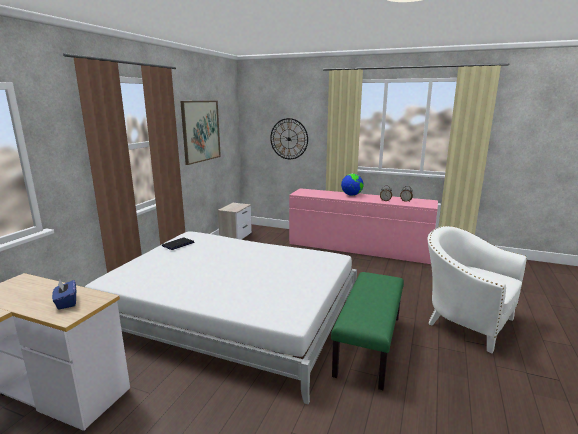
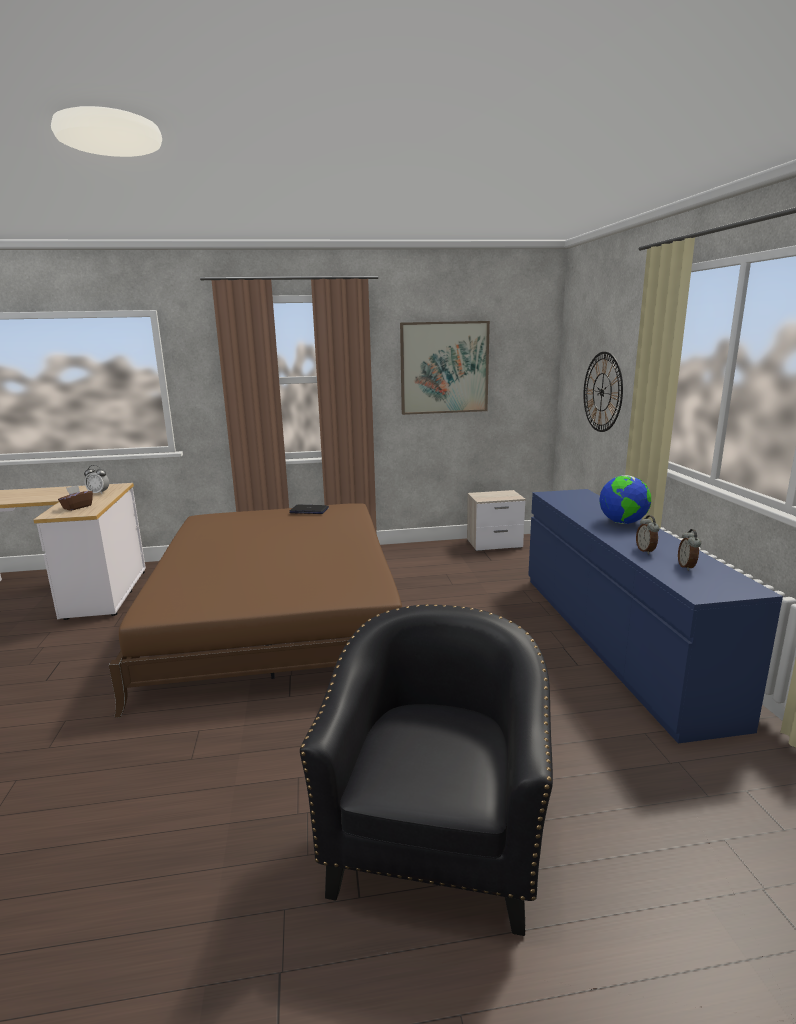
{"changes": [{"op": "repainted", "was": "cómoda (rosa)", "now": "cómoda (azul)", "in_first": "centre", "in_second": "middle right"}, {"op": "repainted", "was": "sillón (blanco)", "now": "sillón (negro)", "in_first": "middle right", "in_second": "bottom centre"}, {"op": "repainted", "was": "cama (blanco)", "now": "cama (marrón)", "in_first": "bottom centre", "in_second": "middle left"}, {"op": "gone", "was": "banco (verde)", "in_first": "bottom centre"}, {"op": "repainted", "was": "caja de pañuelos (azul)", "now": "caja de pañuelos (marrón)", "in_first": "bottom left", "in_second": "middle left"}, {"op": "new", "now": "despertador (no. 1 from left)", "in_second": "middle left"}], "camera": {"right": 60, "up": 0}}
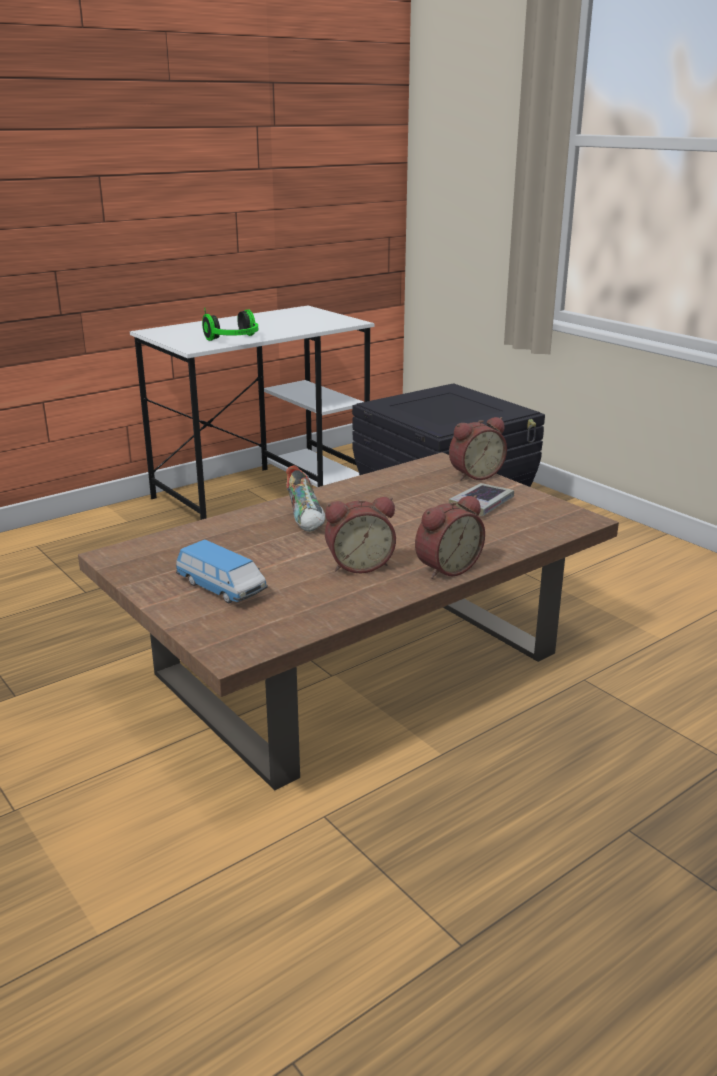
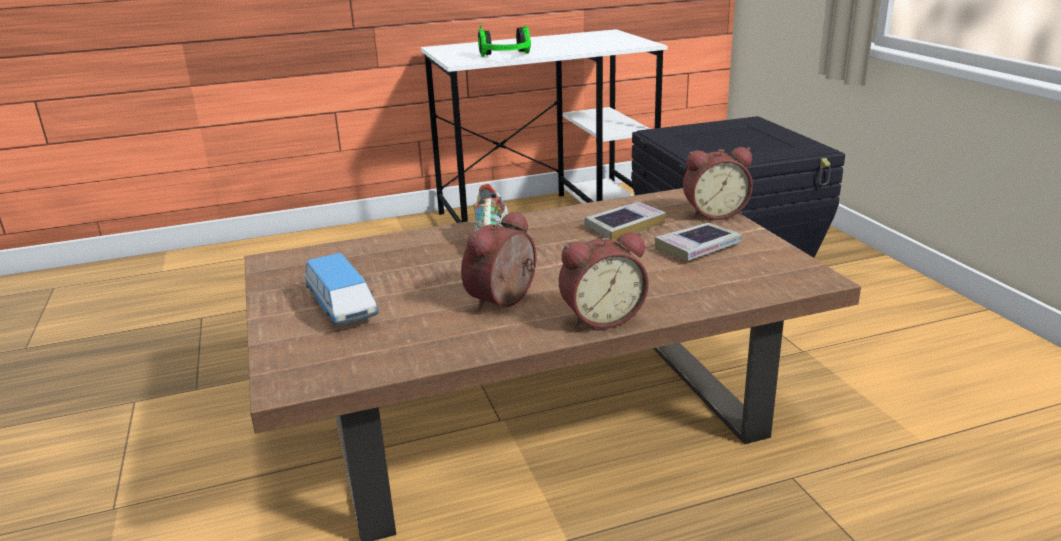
{"changes": [{"op": "rotated", "was": "despertador (no. 1 from left)", "in_first": "centre", "in_second": "centre", "clockwise": 120}, {"op": "new", "now": "libro (no. 1 from left)", "in_second": "centre"}], "camera": {"right": 20, "up": 0}}
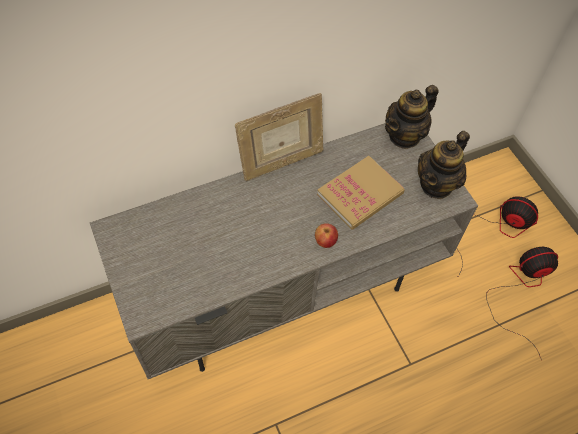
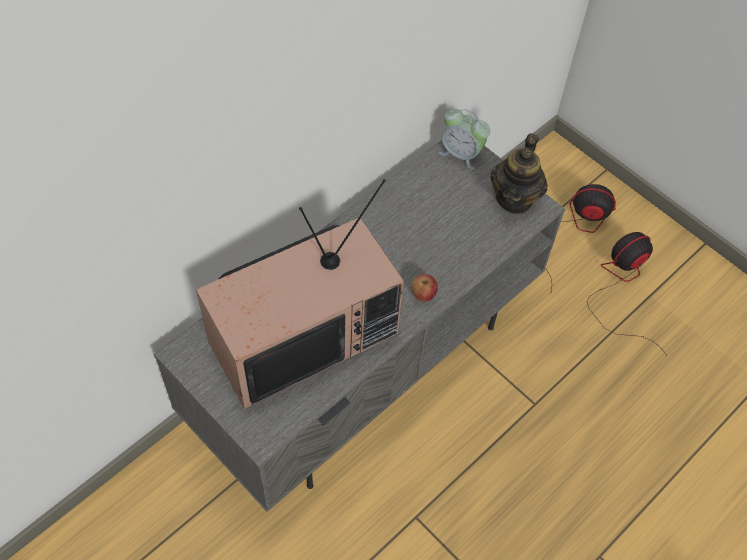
{"changes": [{"op": "swapped", "was": "tetera (no. 1 from left)", "now": "despertador", "in_first": "top right", "in_second": "top centre"}, {"op": "gone", "was": "portarretratos", "in_first": "top centre"}, {"op": "gone", "was": "libro", "in_first": "centre"}, {"op": "new", "now": "televisor", "in_second": "centre"}], "camera": {"right": -20, "up": 0}}
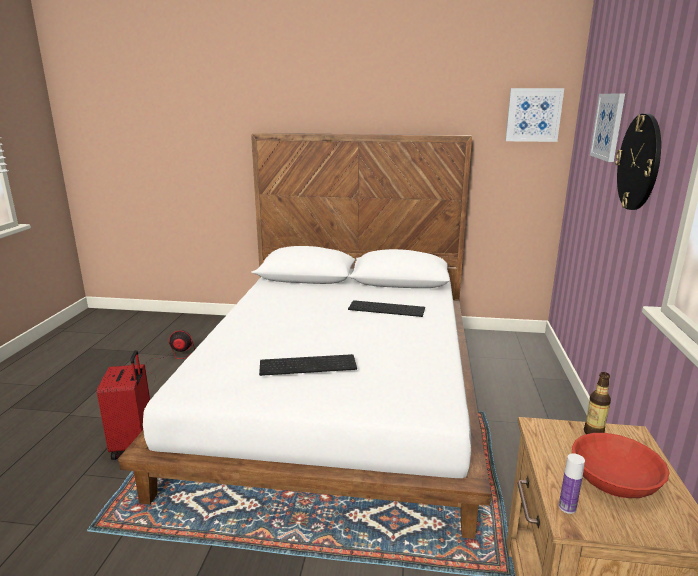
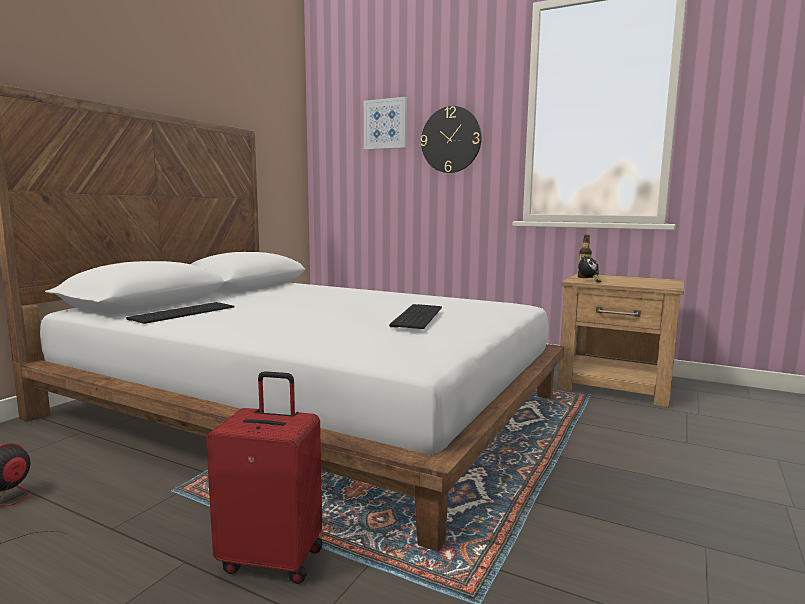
{"changes": [{"op": "gone", "was": "cuadro (no. 1 from left)", "in_first": "top right"}, {"op": "shifted", "was": "teclado (no. 2 from left in the first image)", "now": "teclado (no. 1 from left)", "in_first": "centre", "in_second": "middle left"}, {"op": "gone", "was": "cuenco (rojo)", "in_first": "bottom right"}, {"op": "gone", "was": "botella (no. 1 from left)", "in_first": "bottom right"}, {"op": "new", "now": "despertador", "in_second": "middle right"}], "camera": {"right": -70, "up": -10}}
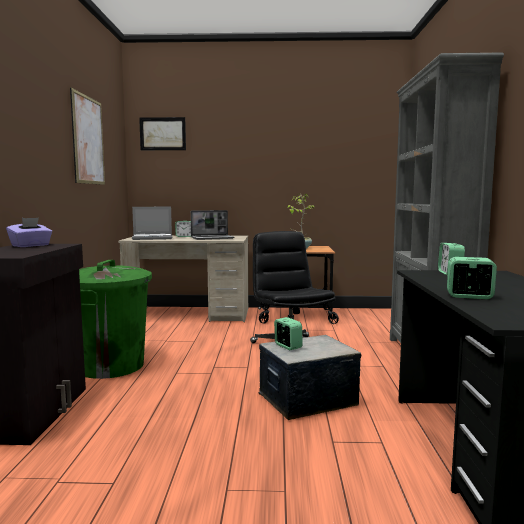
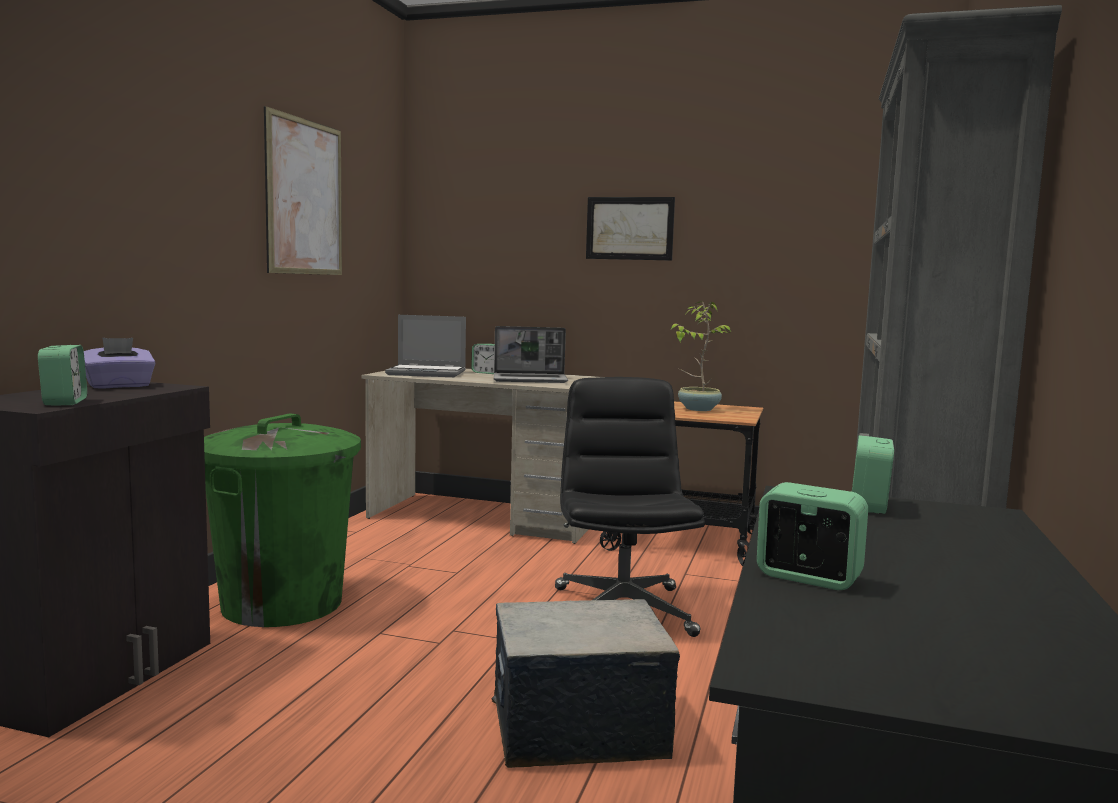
{"changes": [{"op": "shifted", "was": "cuadro (no. 2 from left)", "in_first": "top left", "in_second": "top centre"}, {"op": "shifted", "was": "despertador (no. 2 from left in the first image)", "now": "despertador (no. 1 from left)", "in_first": "centre", "in_second": "middle left"}], "camera": {"right": 15, "up": 0}}
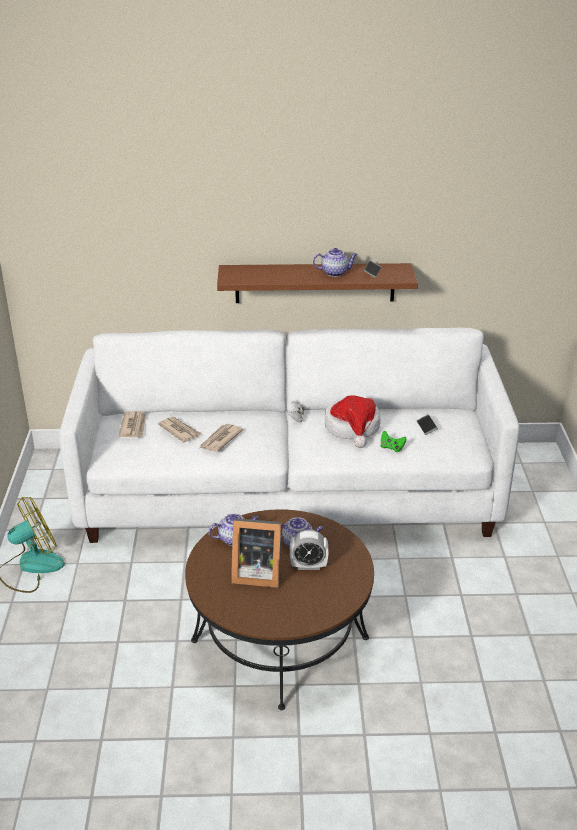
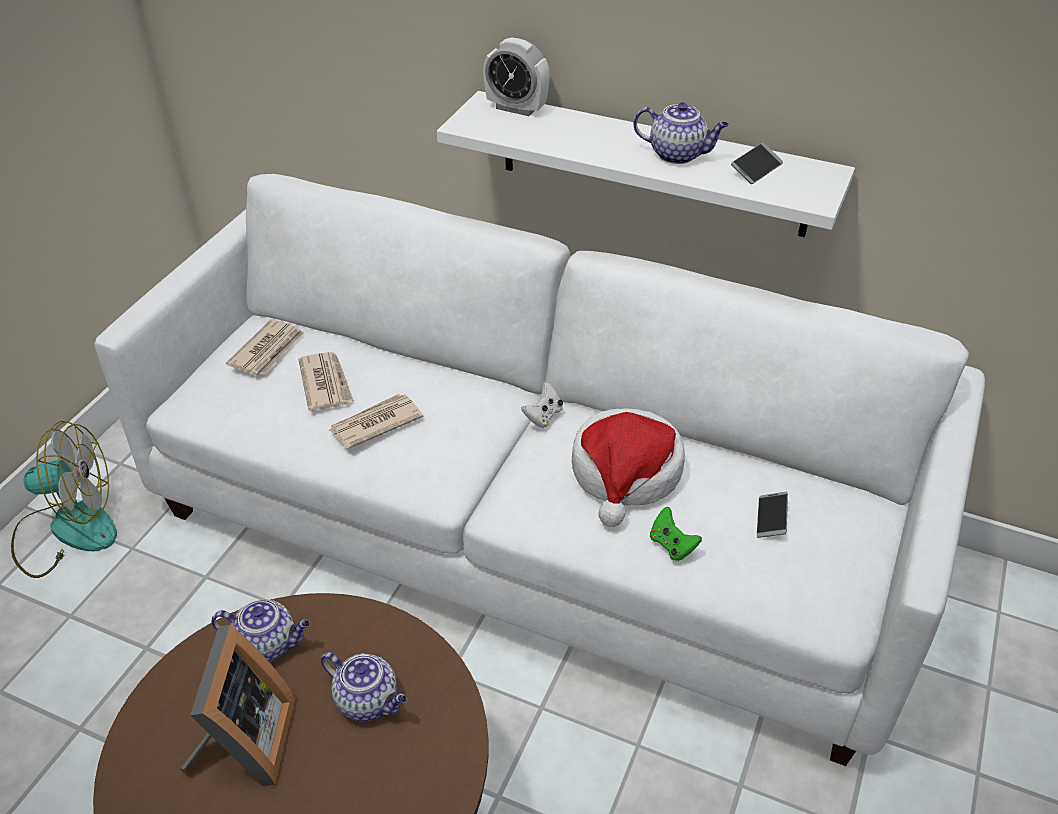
{"changes": [{"op": "repainted", "was": "estante (marrón)", "now": "estante (blanco)", "in_first": "centre", "in_second": "top centre"}, {"op": "rotated", "was": "portarretratos", "in_first": "centre", "in_second": "bottom left", "clockwise": -120}, {"op": "shifted", "was": "despertador", "in_first": "centre", "in_second": "top centre"}], "camera": {"right": 25, "up": 10}}
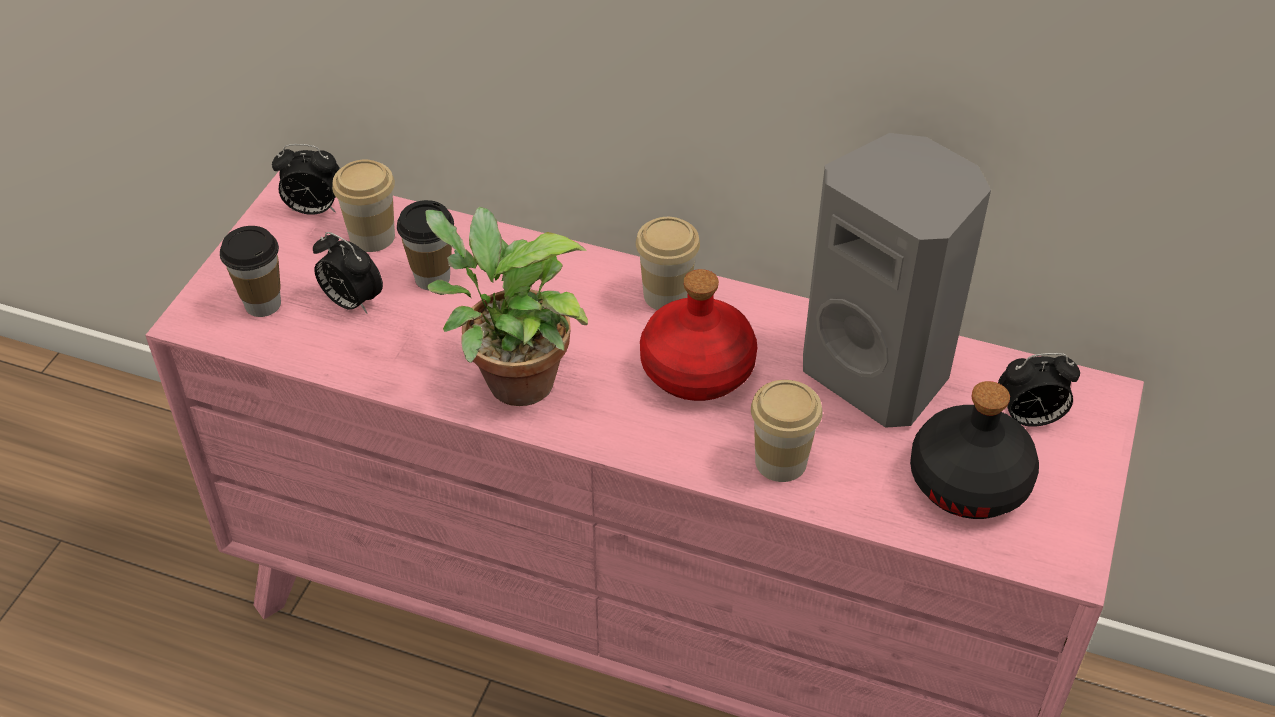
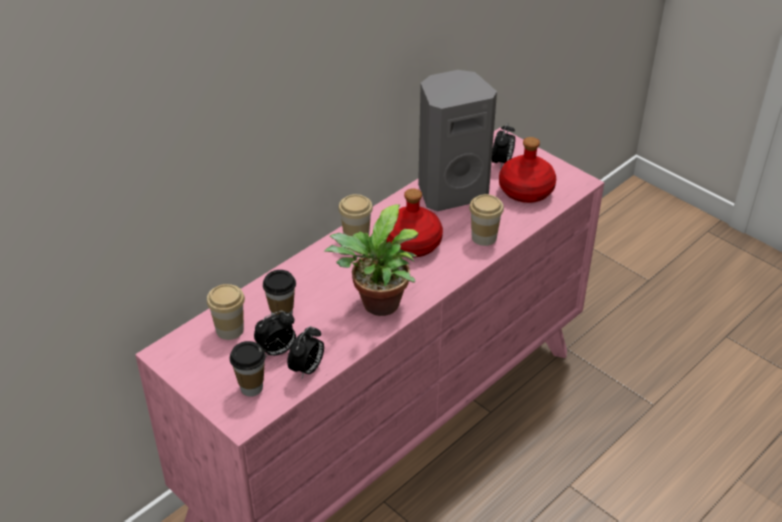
{"changes": [{"op": "shifted", "was": "despertador (no. 1 from left in the first image)", "now": "despertador (no. 2 from left)", "in_first": "top left", "in_second": "bottom centre"}, {"op": "repainted", "was": "botella (negro)", "now": "botella (rojo) (no. 2 from left)", "in_first": "middle right", "in_second": "top right"}], "camera": {"right": -65, "up": -5}}
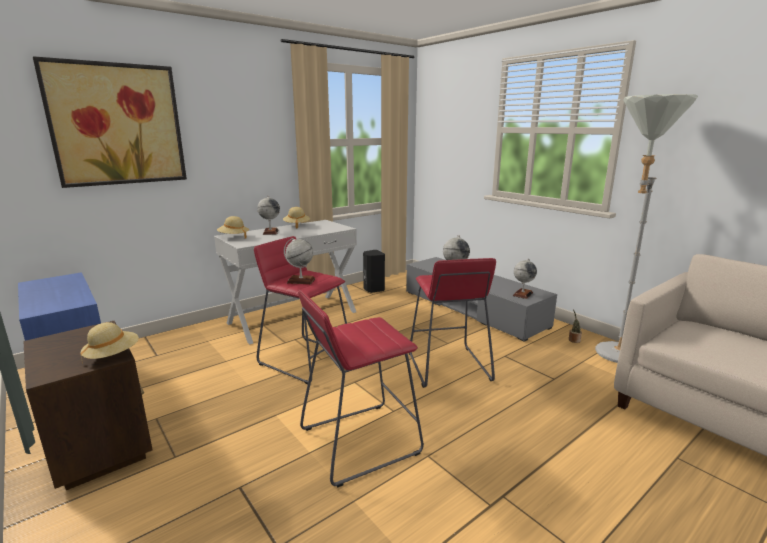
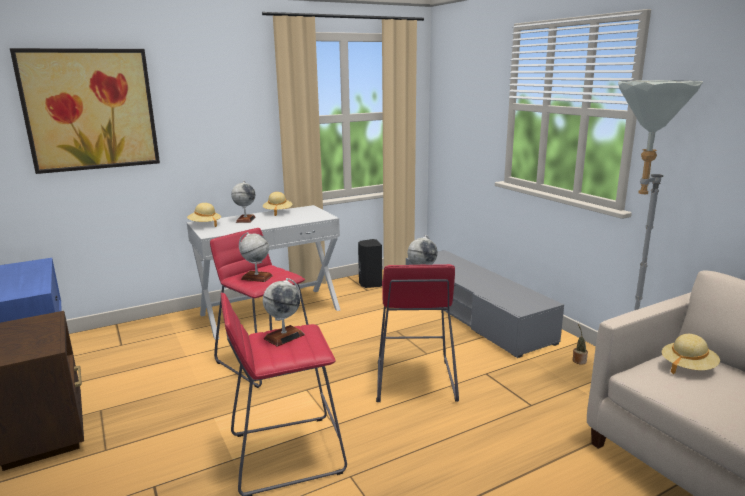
{"changes": [{"op": "shifted", "was": "globo terráqueo (no. 4 from left in the first image)", "now": "globo terráqueo (no. 3 from left)", "in_first": "middle right", "in_second": "centre"}, {"op": "shifted", "was": "sombrero (beis) (no. 1 from left in the first image)", "now": "sombrero (beis) (no. 3 from left)", "in_first": "middle left", "in_second": "bottom right"}], "camera": {"right": 10, "up": 0}}
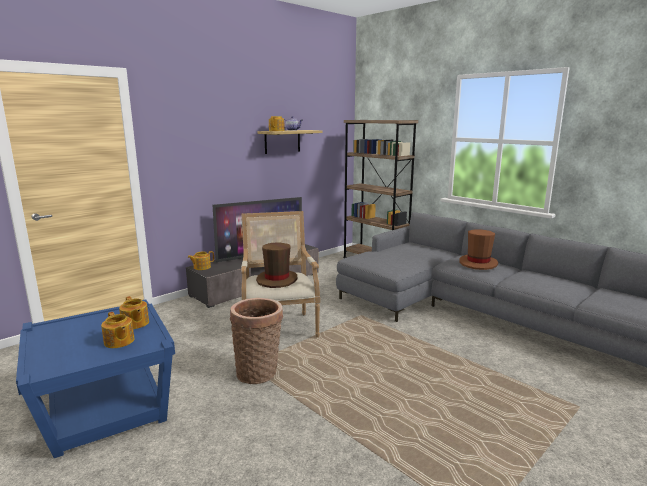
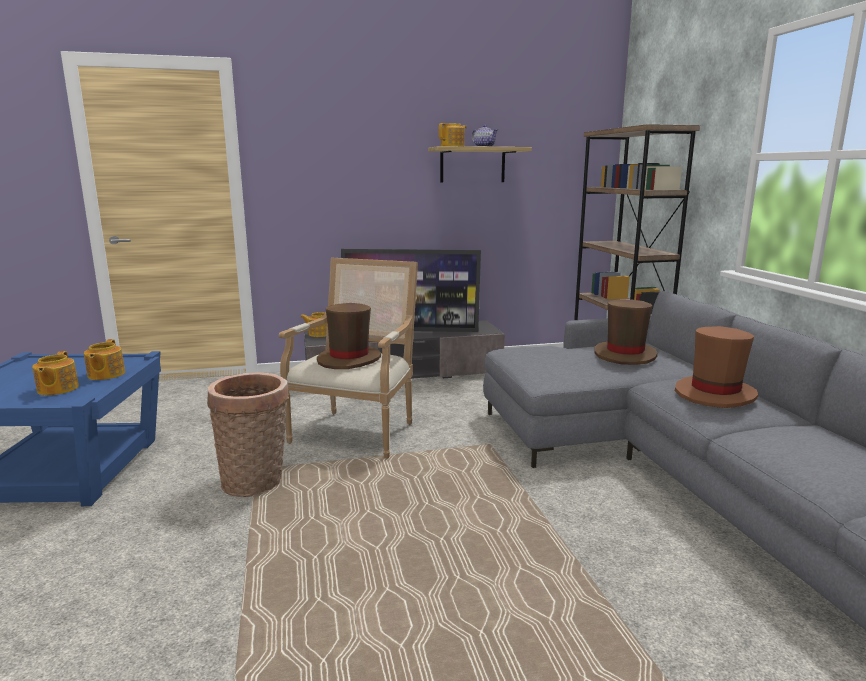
{"changes": [{"op": "new", "now": "sombrero (marrón) (no. 2 from left)", "in_second": "middle right"}], "camera": {"right": 30, "up": 0}}
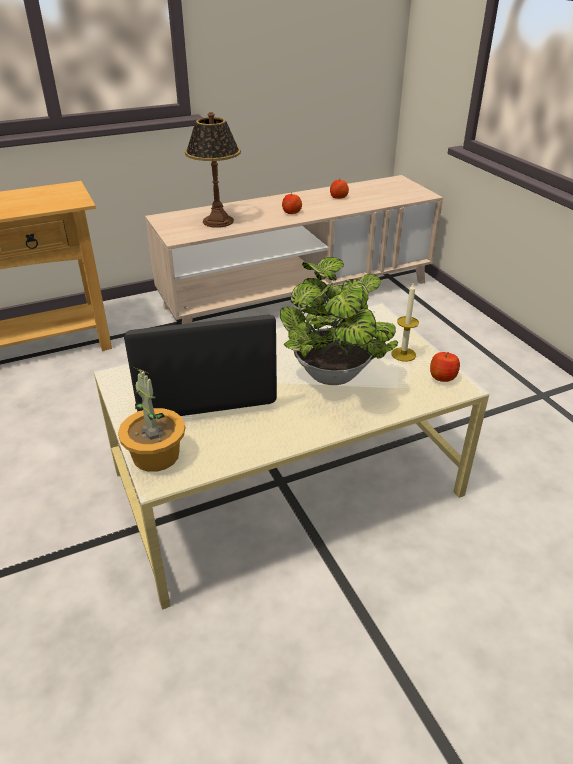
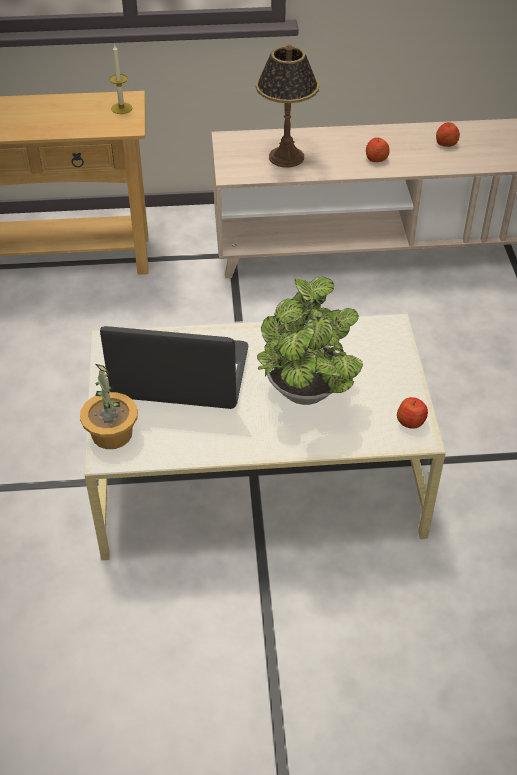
{"changes": [{"op": "shifted", "was": "vela", "in_first": "middle right", "in_second": "top left"}], "camera": {"right": 20, "up": 10}}
